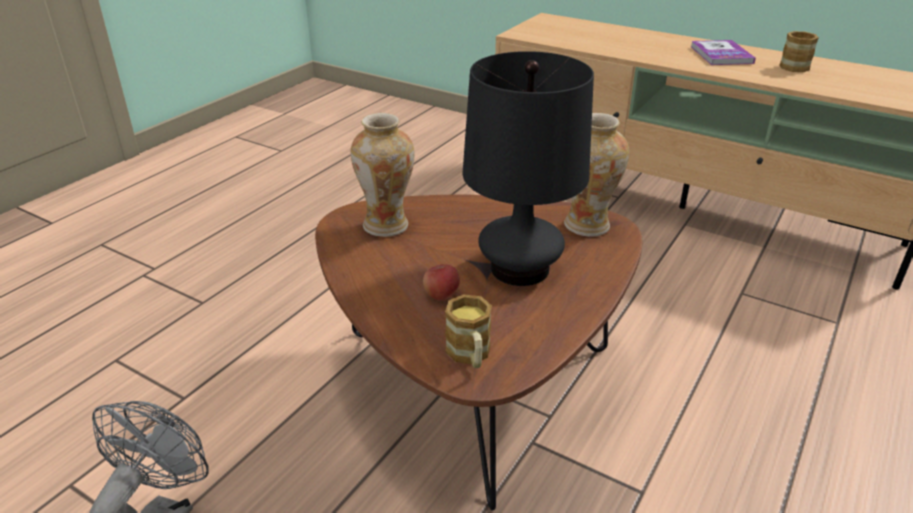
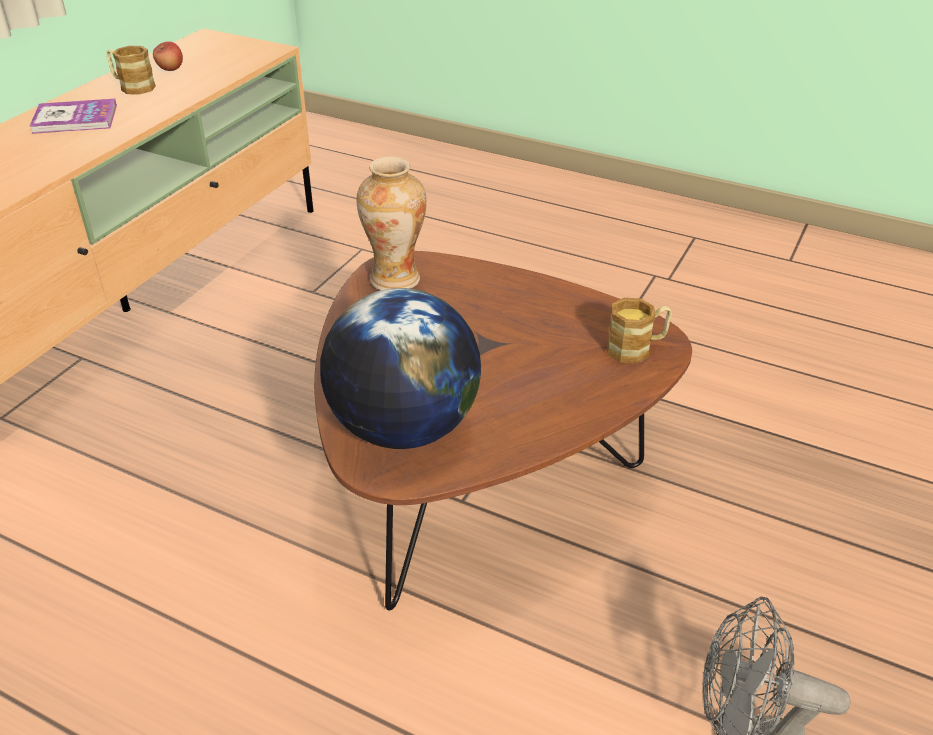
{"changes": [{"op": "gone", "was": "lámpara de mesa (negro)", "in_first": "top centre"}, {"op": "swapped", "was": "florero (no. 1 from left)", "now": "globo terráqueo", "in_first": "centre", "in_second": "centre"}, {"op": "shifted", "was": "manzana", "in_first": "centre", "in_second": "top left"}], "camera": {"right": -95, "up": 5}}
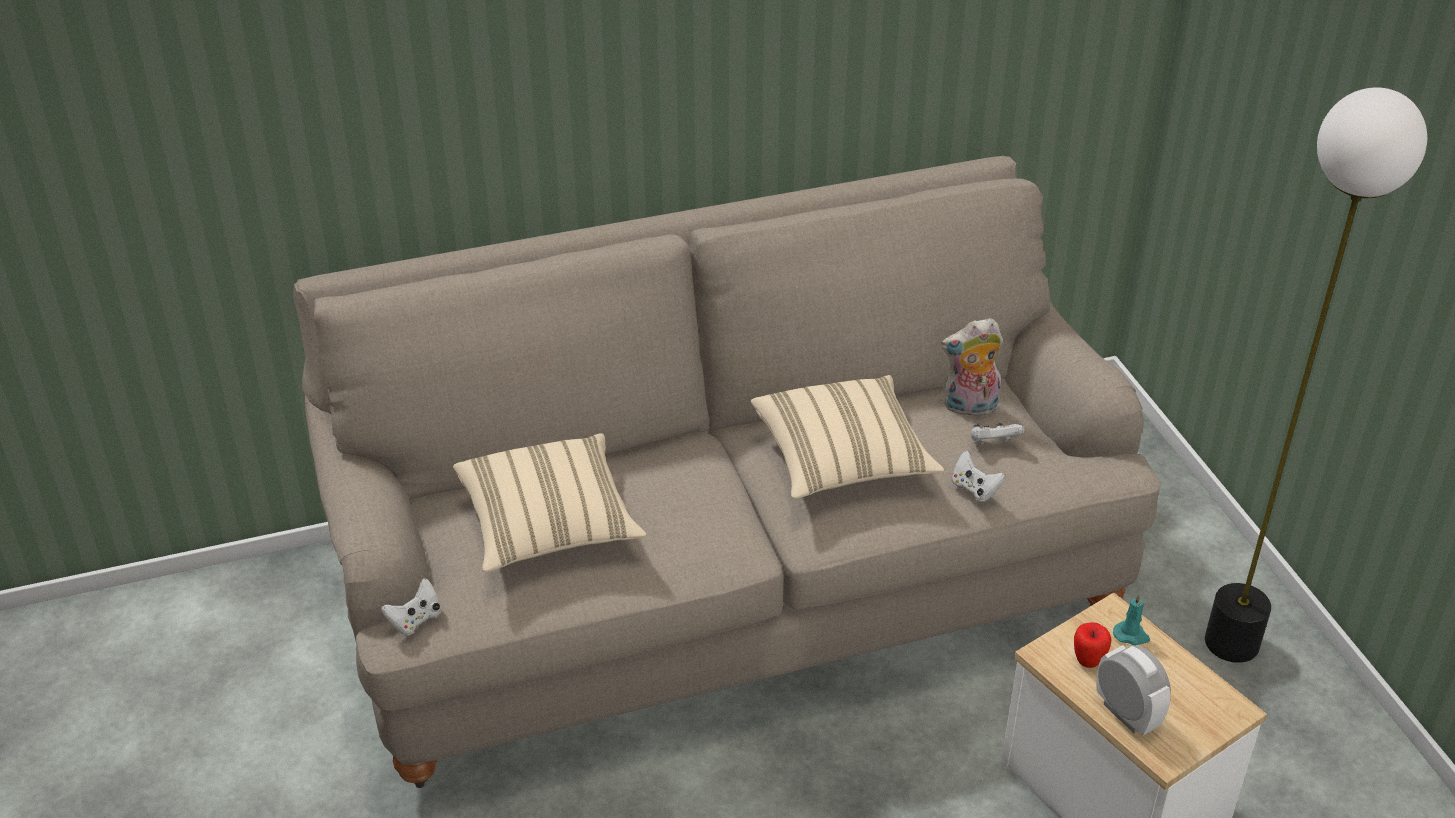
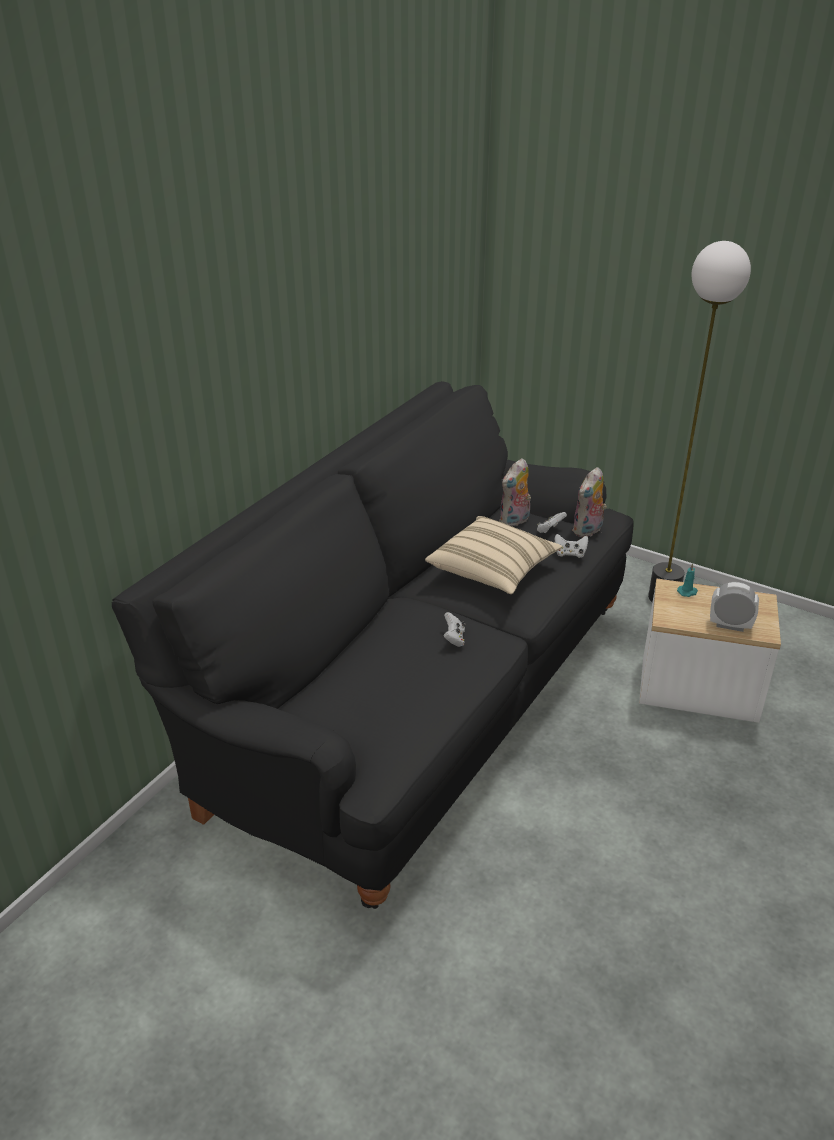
{"changes": [{"op": "repainted", "was": "sofá (beis)", "now": "sofá (negro)", "in_first": "centre", "in_second": "centre"}, {"op": "gone", "was": "cojín (beis) (no. 1 from left)", "in_first": "centre"}, {"op": "shifted", "was": "mando de consola (blanco) (no. 1 from left)", "in_first": "bottom left", "in_second": "centre"}, {"op": "gone", "was": "manzana", "in_first": "bottom right"}, {"op": "new", "now": "peluche (no. 2 from left)", "in_second": "middle right"}], "camera": {"right": -40, "up": -5}}
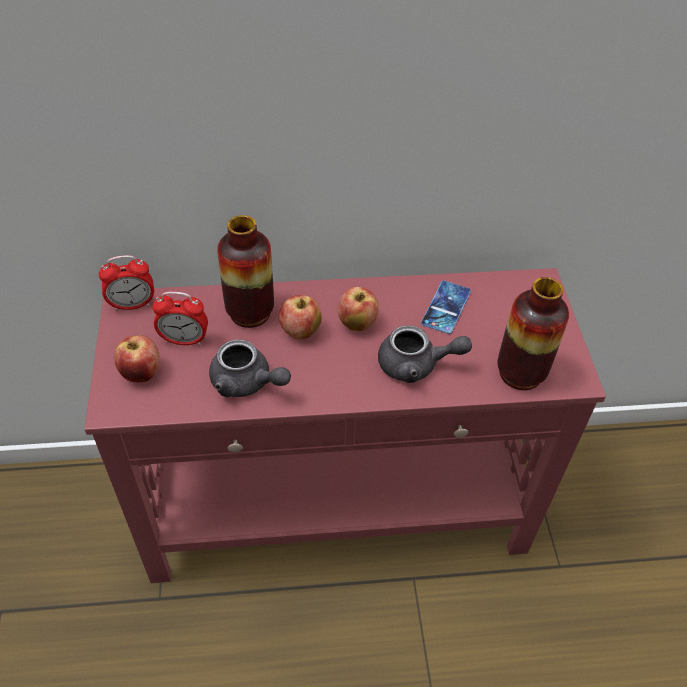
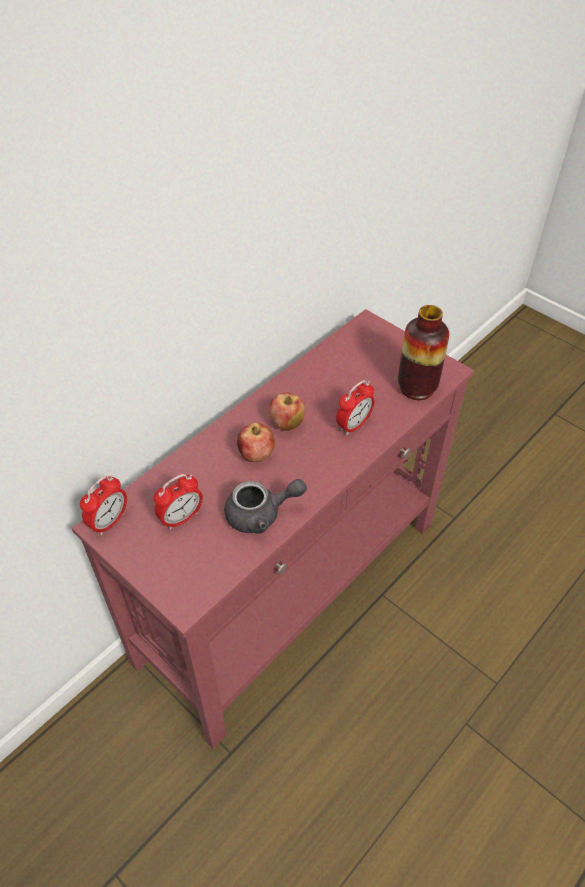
{"changes": [{"op": "gone", "was": "florero (no. 1 from left)", "in_first": "centre"}, {"op": "gone", "was": "móvil", "in_first": "centre"}, {"op": "swapped", "was": "tetera (gris) (no. 2 from left)", "now": "despertador (no. 3 from left)", "in_first": "centre", "in_second": "centre"}, {"op": "gone", "was": "manzana (no. 1 from left)", "in_first": "middle left"}], "camera": {"right": -40, "up": 0}}
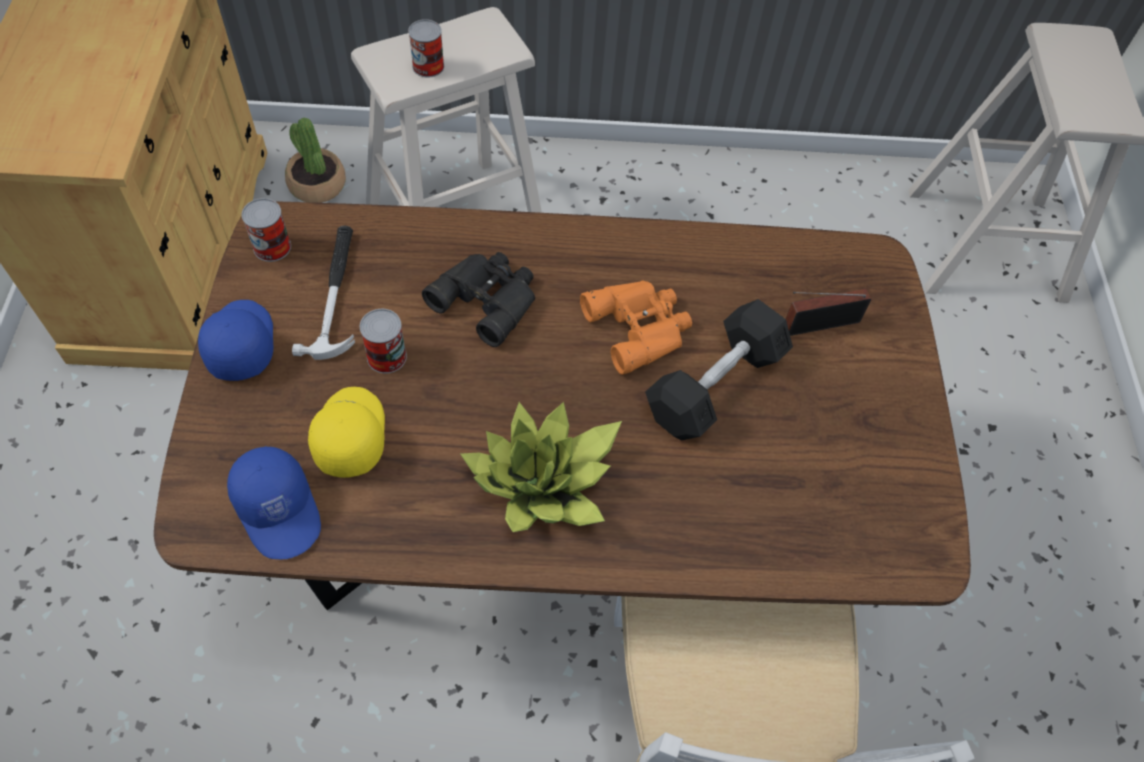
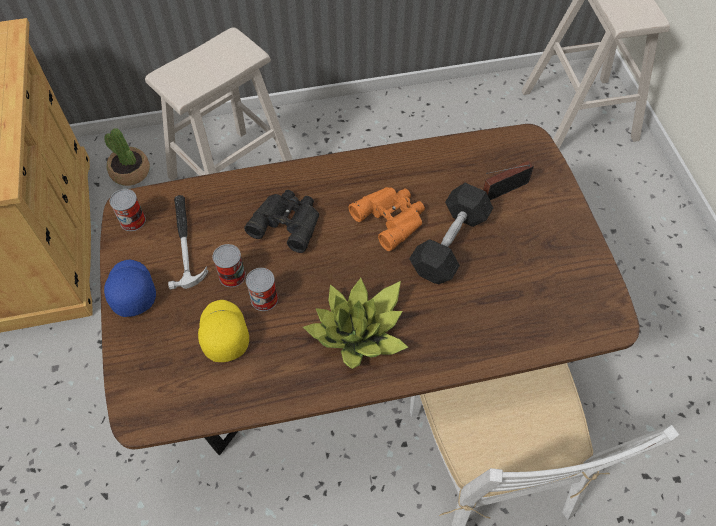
{"changes": [{"op": "shifted", "was": "lata (no. 3 from left)", "in_first": "top centre", "in_second": "centre"}, {"op": "gone", "was": "gorra (azul) (no. 2 from left)", "in_first": "middle left"}], "camera": {"right": -10, "up": 0}}
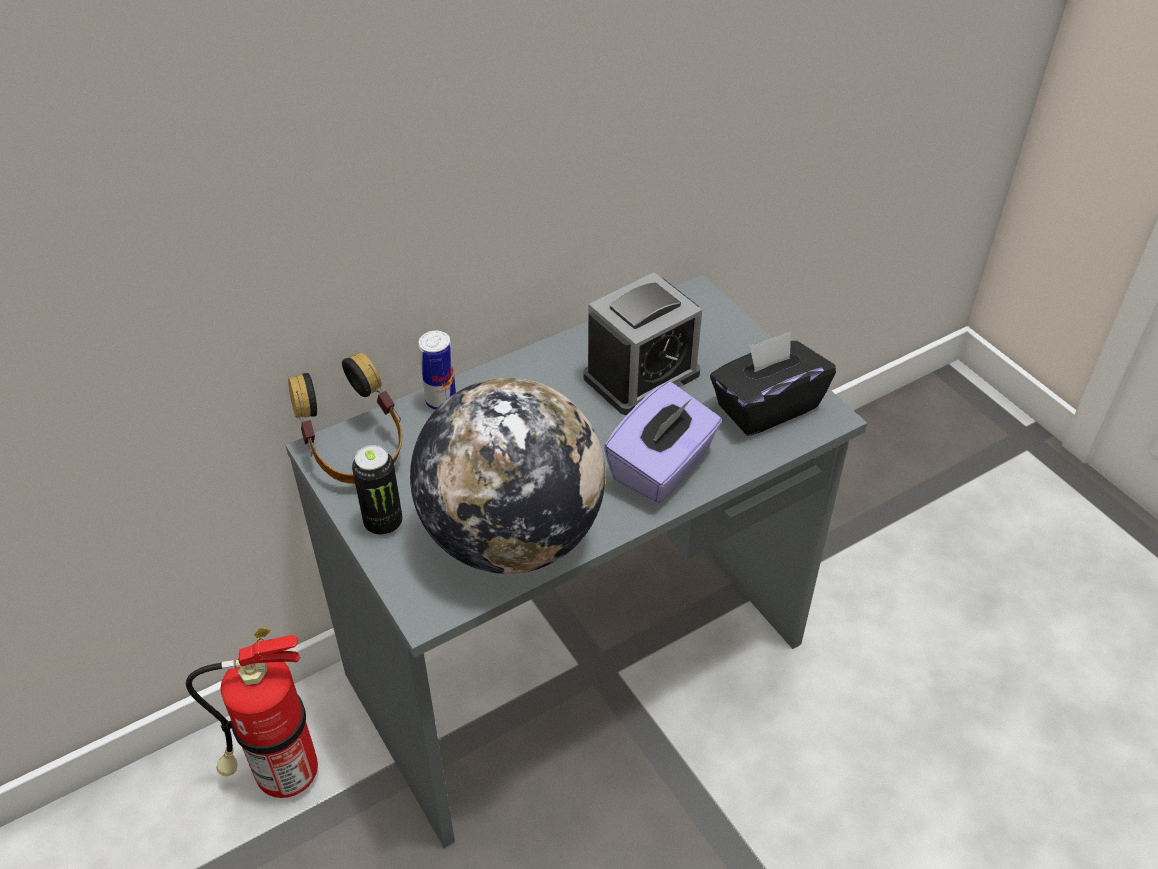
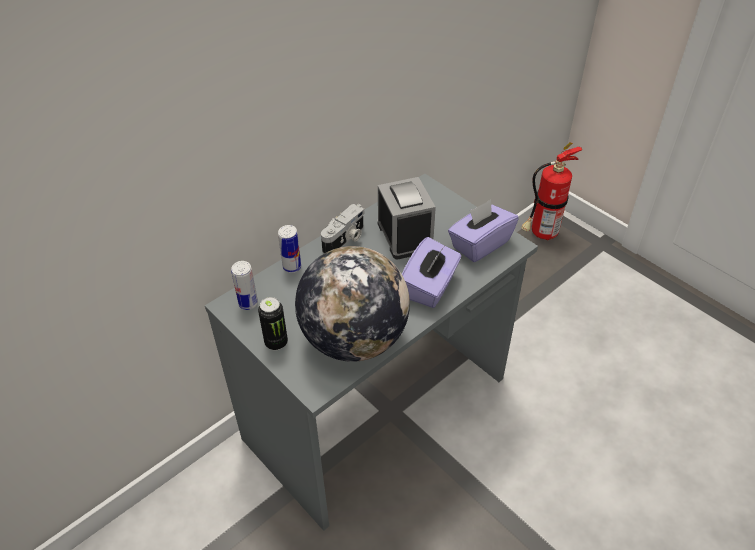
{"changes": [{"op": "rotated", "was": "despertador", "in_first": "centre", "in_second": "centre", "clockwise": -60}, {"op": "repainted", "was": "caja de pañuelos (negro)", "now": "caja de pañuelos (morado) (no. 2 from left)", "in_first": "middle right", "in_second": "centre"}, {"op": "swapped", "was": "auriculares", "now": "lata (no. 1 from left)", "in_first": "middle left", "in_second": "middle left"}, {"op": "shifted", "was": "extintor", "in_first": "bottom left", "in_second": "middle right"}, {"op": "new", "now": "cámara", "in_second": "centre"}], "camera": {"right": -10, "up": 0}}
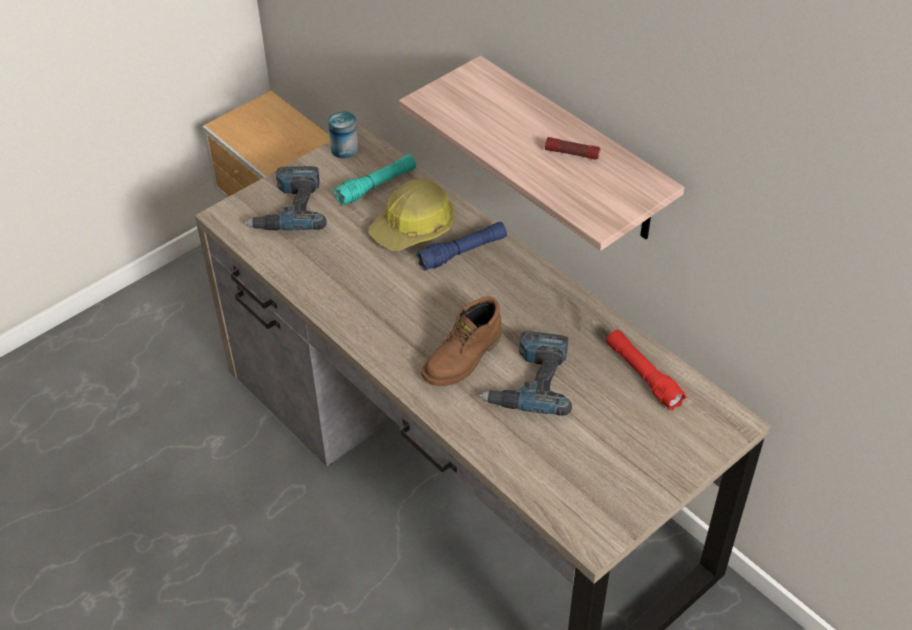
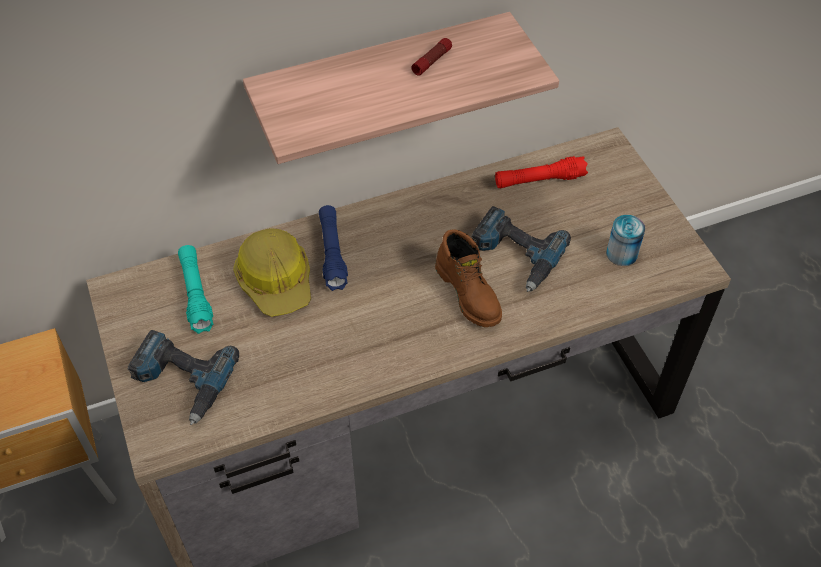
{"changes": [{"op": "shifted", "was": "lata", "in_first": "top centre", "in_second": "middle right"}], "camera": {"right": -70, "up": 5}}
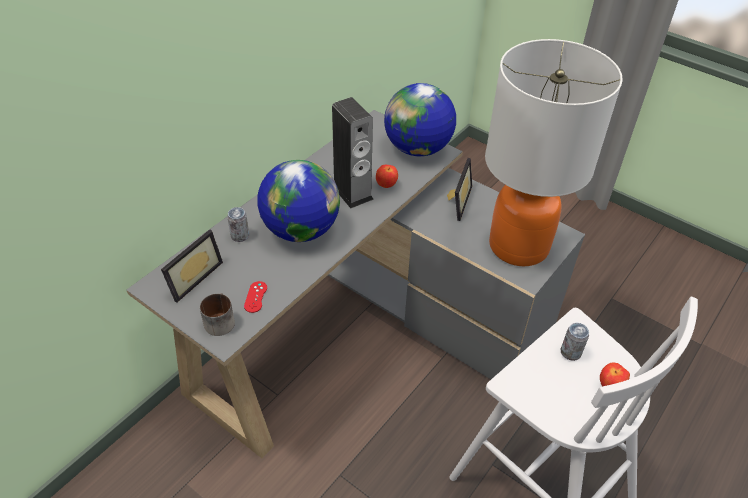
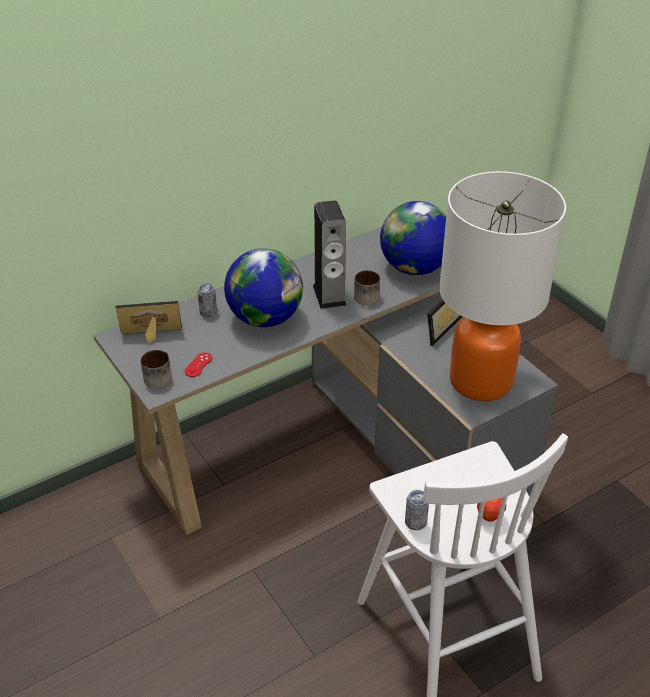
{"changes": [{"op": "swapped", "was": "manzana (no. 1 from left)", "now": "taza grande (no. 2 from left)", "in_first": "centre", "in_second": "centre"}, {"op": "rotated", "was": "portarretratos (no. 1 from left)", "in_first": "middle left", "in_second": "middle left", "clockwise": -150}, {"op": "shifted", "was": "lata (no. 2 from left)", "in_first": "bottom right", "in_second": "bottom centre"}], "camera": {"right": 20, "up": -5}}
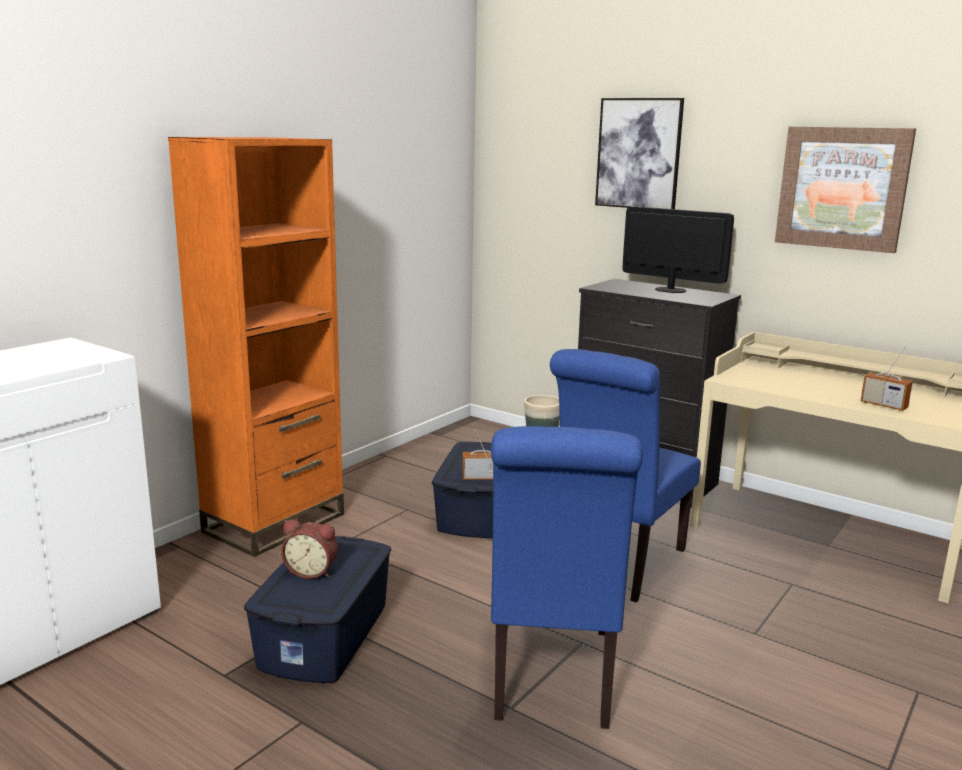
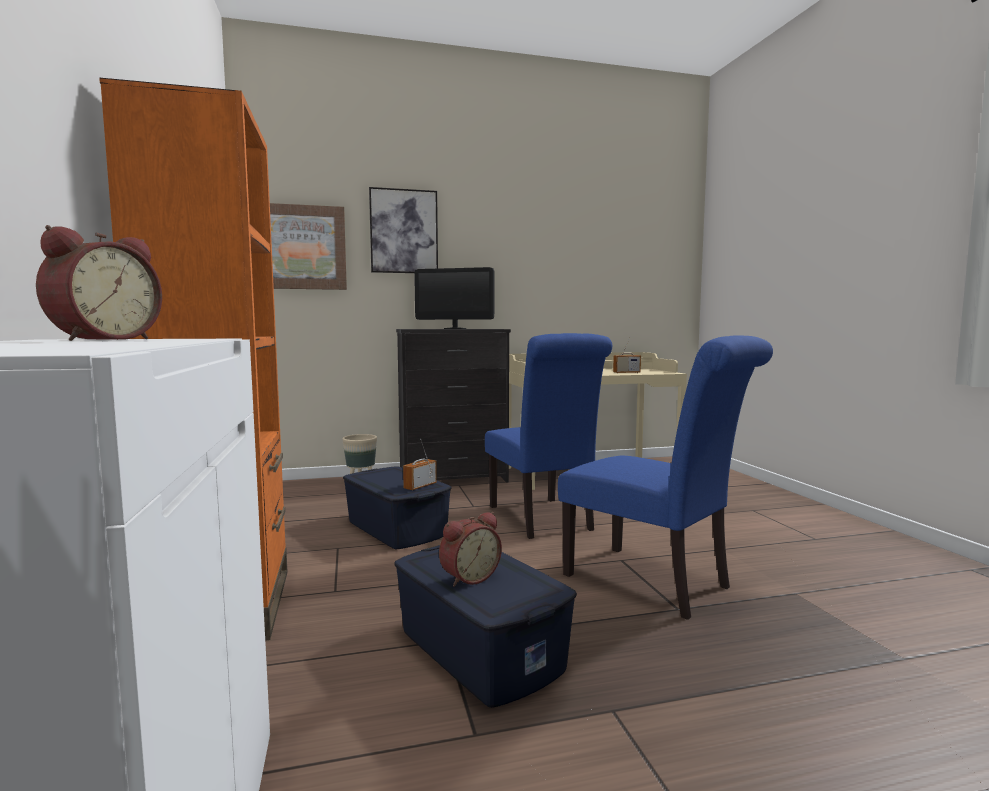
{"changes": [{"op": "shifted", "was": "cuadro (no. 2 from left in the first image)", "now": "cuadro (no. 1 from left)", "in_first": "top right", "in_second": "top left"}, {"op": "rotated", "was": "monitor", "in_first": "top right", "in_second": "centre", "clockwise": -150}, {"op": "new", "now": "despertador (no. 1 from left)", "in_second": "middle left"}], "camera": {"right": -50, "up": -10}}
